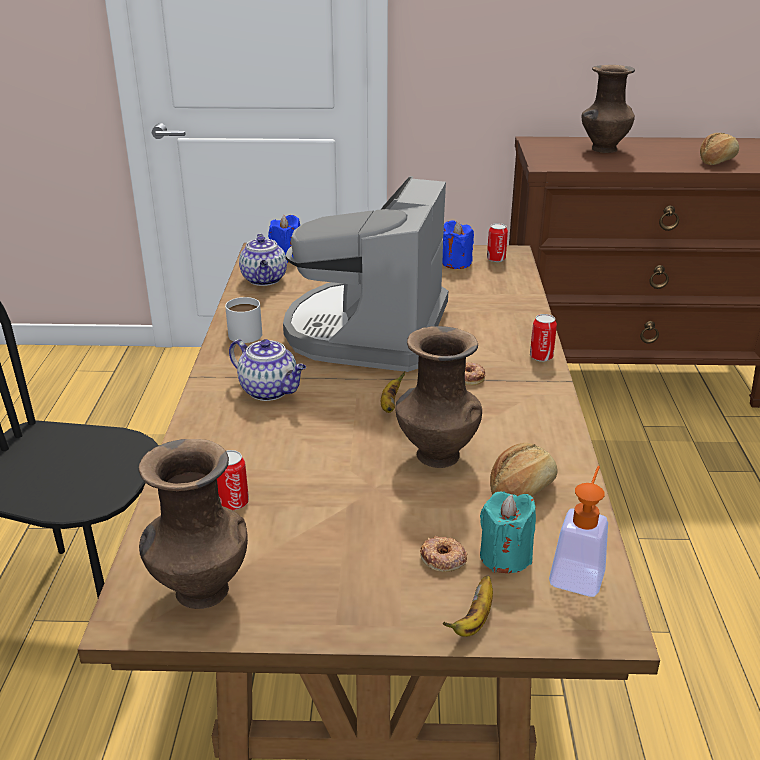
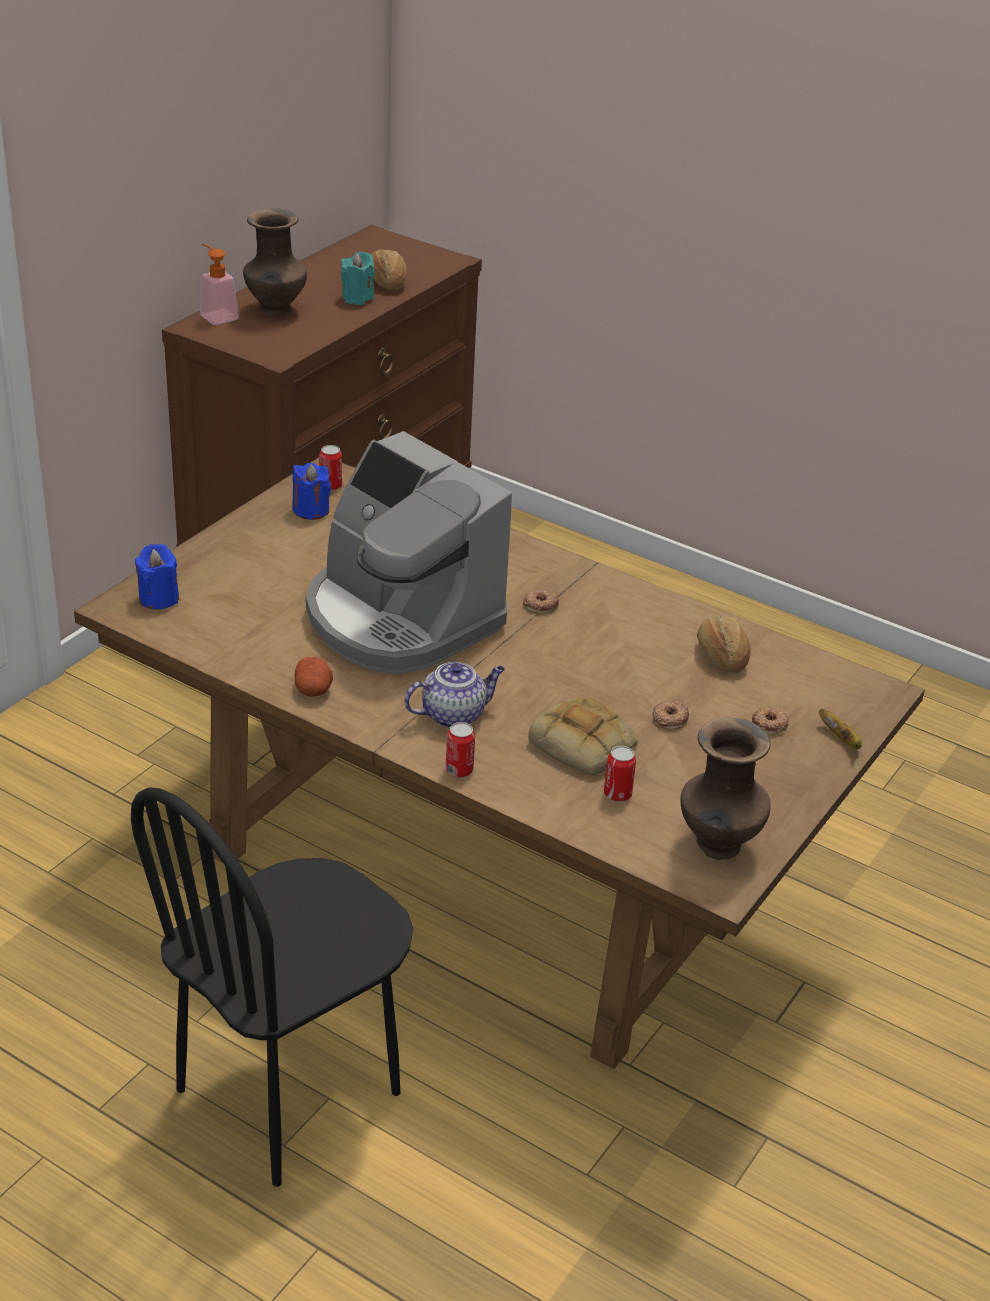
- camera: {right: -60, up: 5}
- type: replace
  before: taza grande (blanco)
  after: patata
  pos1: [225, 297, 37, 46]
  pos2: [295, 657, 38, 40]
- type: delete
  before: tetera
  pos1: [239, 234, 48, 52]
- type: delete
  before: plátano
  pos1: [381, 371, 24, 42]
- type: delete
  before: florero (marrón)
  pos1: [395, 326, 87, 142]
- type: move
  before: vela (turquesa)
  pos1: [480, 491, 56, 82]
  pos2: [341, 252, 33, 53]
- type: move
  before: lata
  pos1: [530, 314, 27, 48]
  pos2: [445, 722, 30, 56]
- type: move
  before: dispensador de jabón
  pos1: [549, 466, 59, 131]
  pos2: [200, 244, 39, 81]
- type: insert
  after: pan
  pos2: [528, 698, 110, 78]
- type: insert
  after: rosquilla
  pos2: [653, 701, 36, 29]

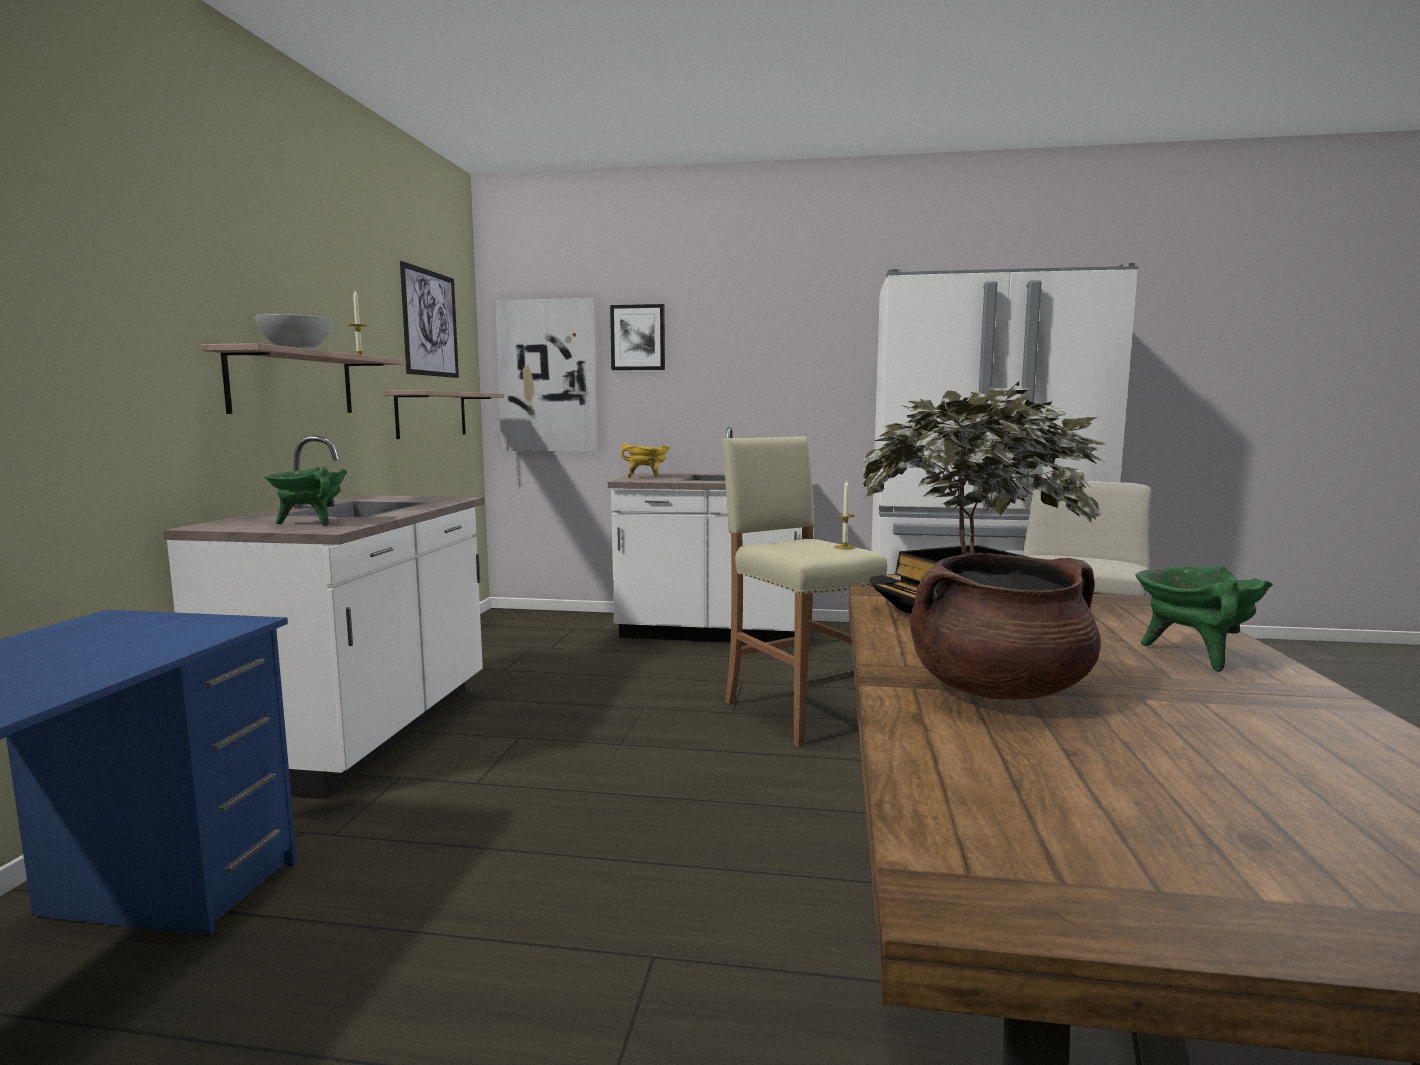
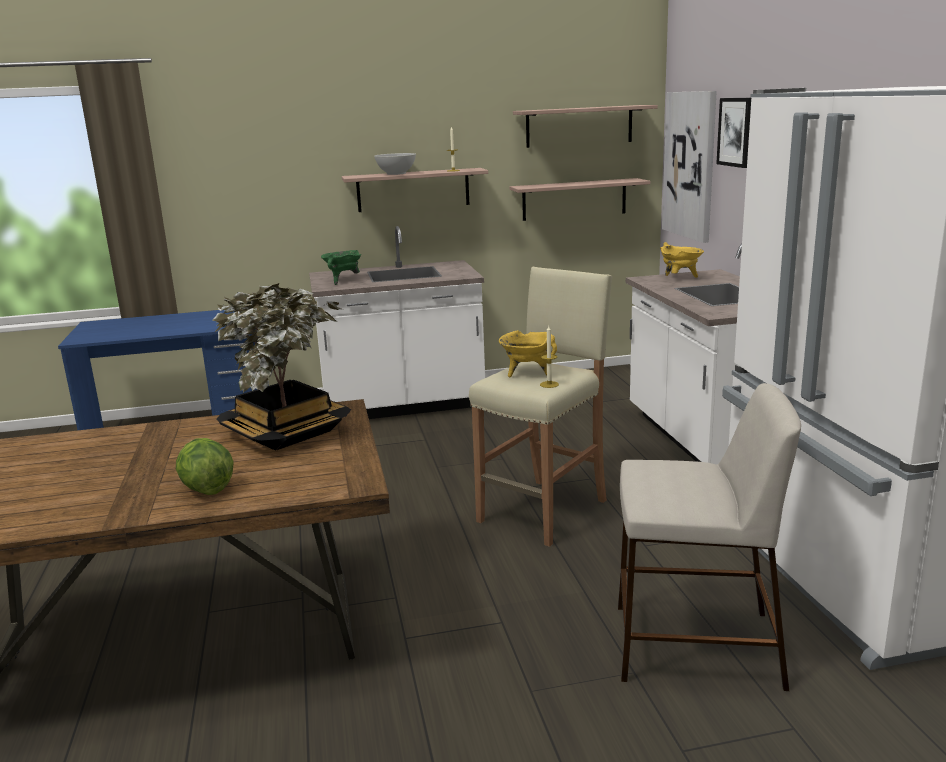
- camera: {right: 70, up: 10}
- type: replace
  before: cuadro
  after: estante
  pos1: [400, 261, 59, 117]
  pos2: [513, 105, 145, 43]
- type: delete
  before: olla (marrón)
  pos1: [910, 552, 191, 147]
- type: replace
  before: olla (verde)
  after: lechuga
  pos1: [1136, 566, 137, 106]
  pos2: [176, 438, 58, 57]
- type: insert
  after: olla (amarillo)
  pos2: [499, 330, 58, 47]

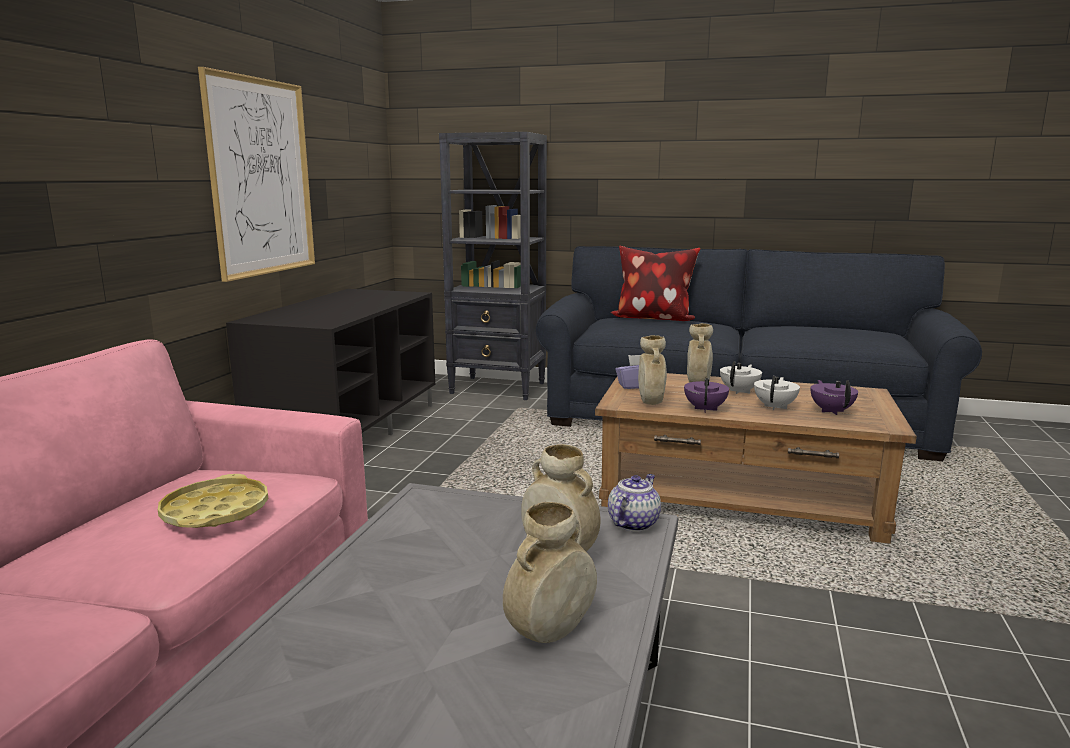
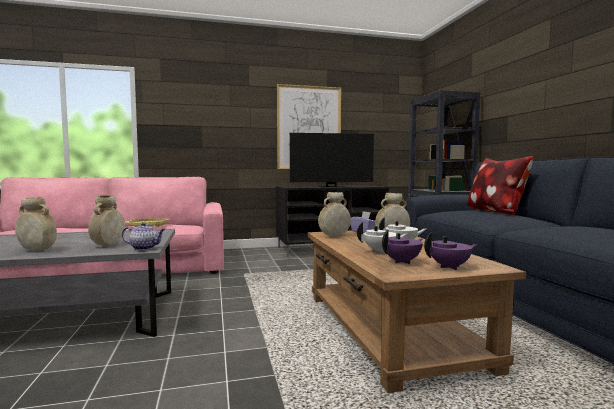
- camera: {right: 60, up: -10}
- type: move
  before: tetera (morado)
  pos1: [684, 378, 45, 35]
  pos2: [424, 232, 53, 38]
- type: insert
  after: televisor
  pos2: [290, 133, 84, 54]

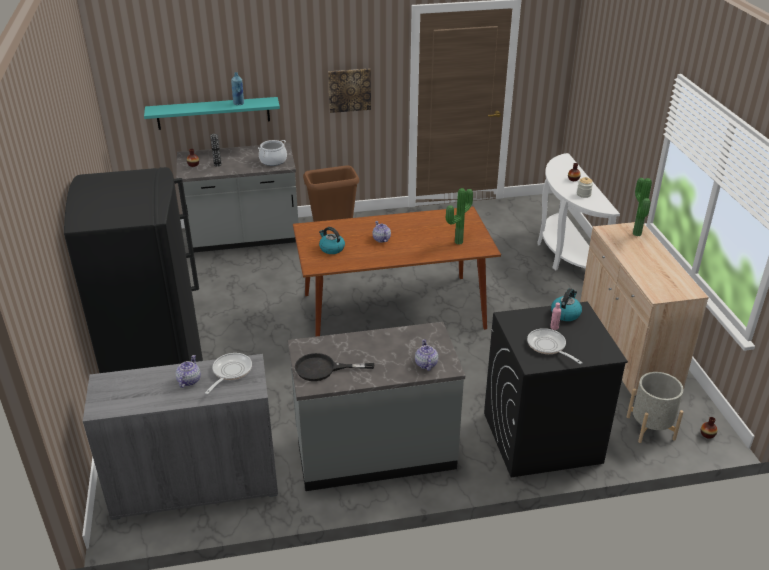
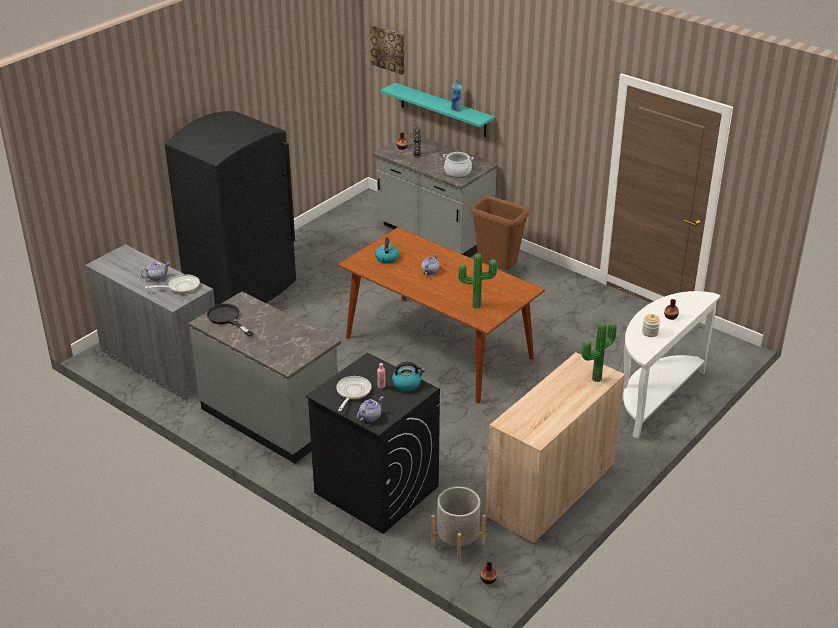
- camera: {right: 50, up: 0}
- type: move
  before: cuadro
  pos1: [328, 68, 43, 45]
  pos2: [370, 25, 34, 50]
- type: move
  before: tetera
  pos1: [415, 339, 23, 32]
  pos2: [357, 397, 27, 25]

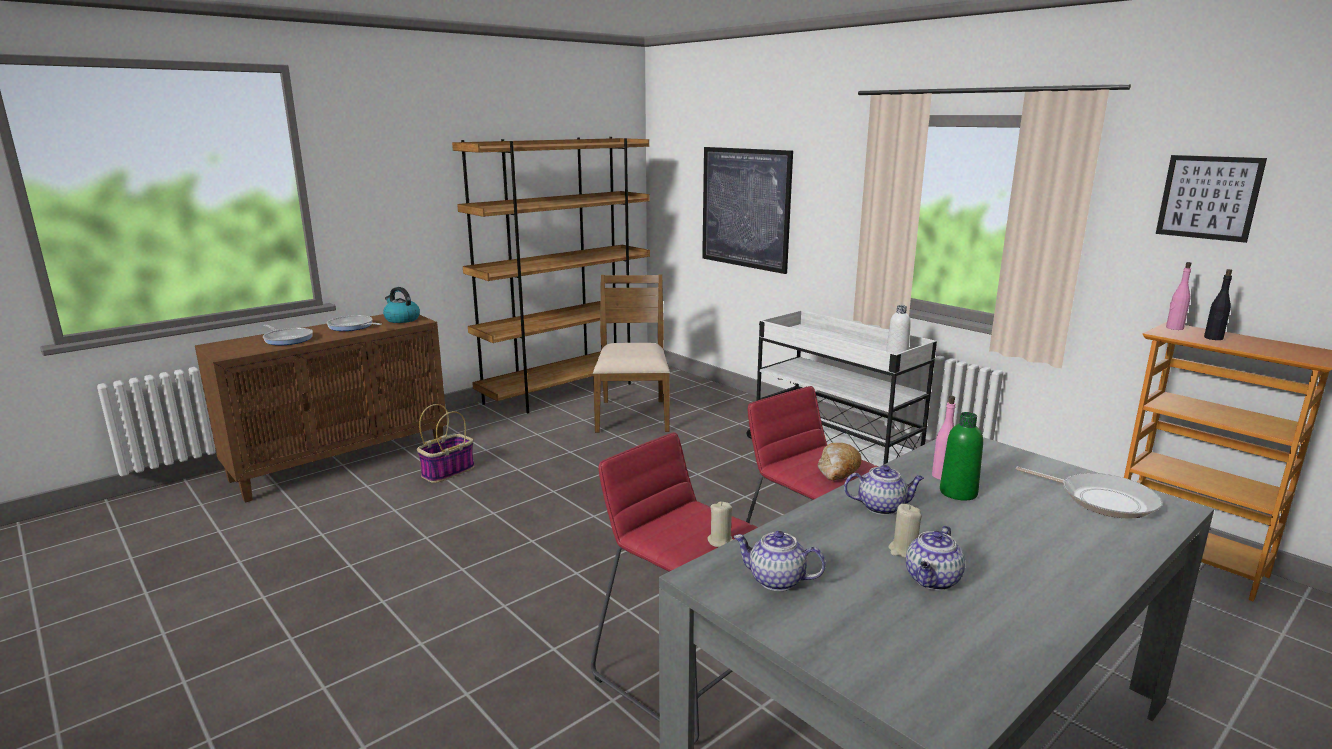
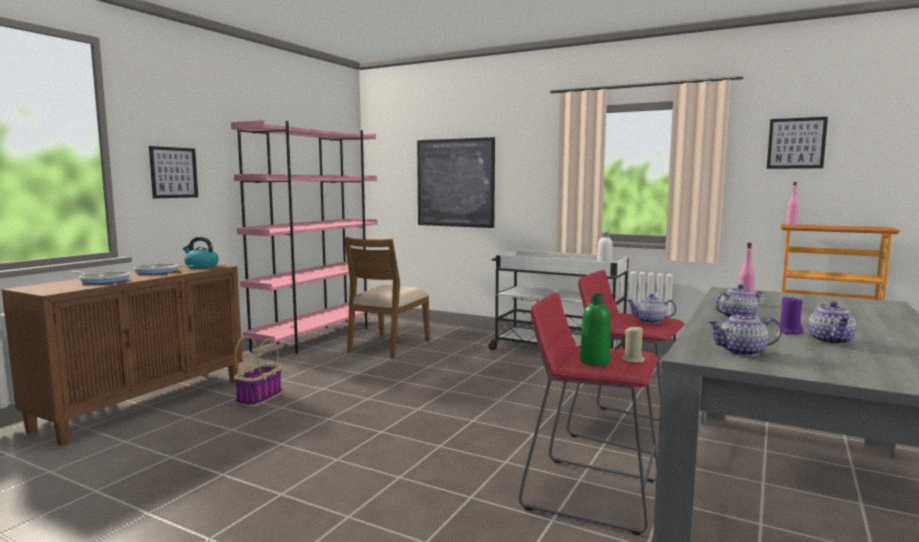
- camera: {right: -20, up: -10}
- type: recolor
  before: estantería (marrón)
  after: estantería (rosa)
  pos1: [452, 137, 198, 276]
  pos2: [231, 120, 147, 234]
- type: rotate
  before: silla (marrón)
  pos1: [593, 274, 77, 159]
  pos2: [344, 237, 86, 122]
  turn: -135
- type: replace
  before: pan
  after: tetera
  pos1: [818, 443, 44, 38]
  pos2: [627, 294, 50, 30]
- type: recolor
  before: vela (beis)
  after: vela (morado)
  pos1: [888, 504, 34, 54]
  pos2: [777, 295, 26, 40]
- type: move
  before: botella (verde)
  pos1: [940, 412, 43, 88]
  pos2: [580, 294, 30, 72]
- type: delete
  before: sartén
  pos1: [1016, 467, 146, 52]
- type: delete
  before: botella (negro)
  pos1: [1204, 269, 28, 71]
- type: insert
  after: cuadro
  pos2: [149, 146, 49, 52]

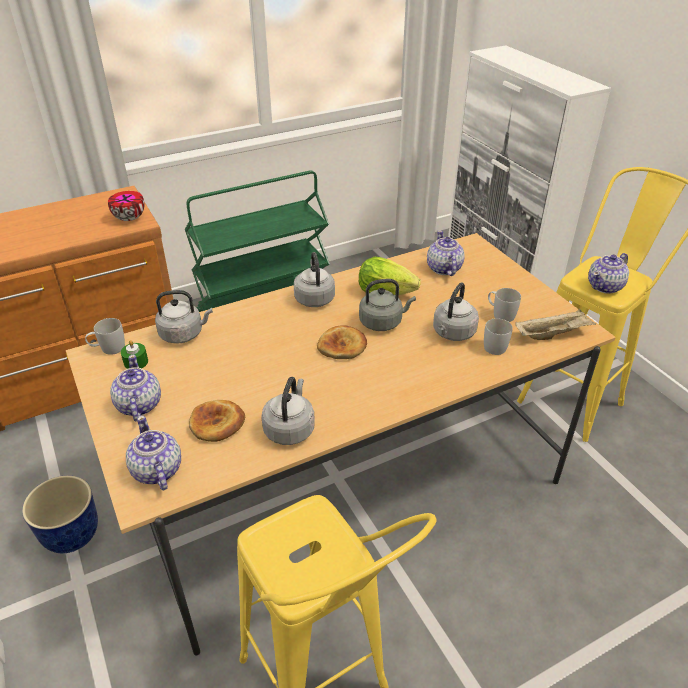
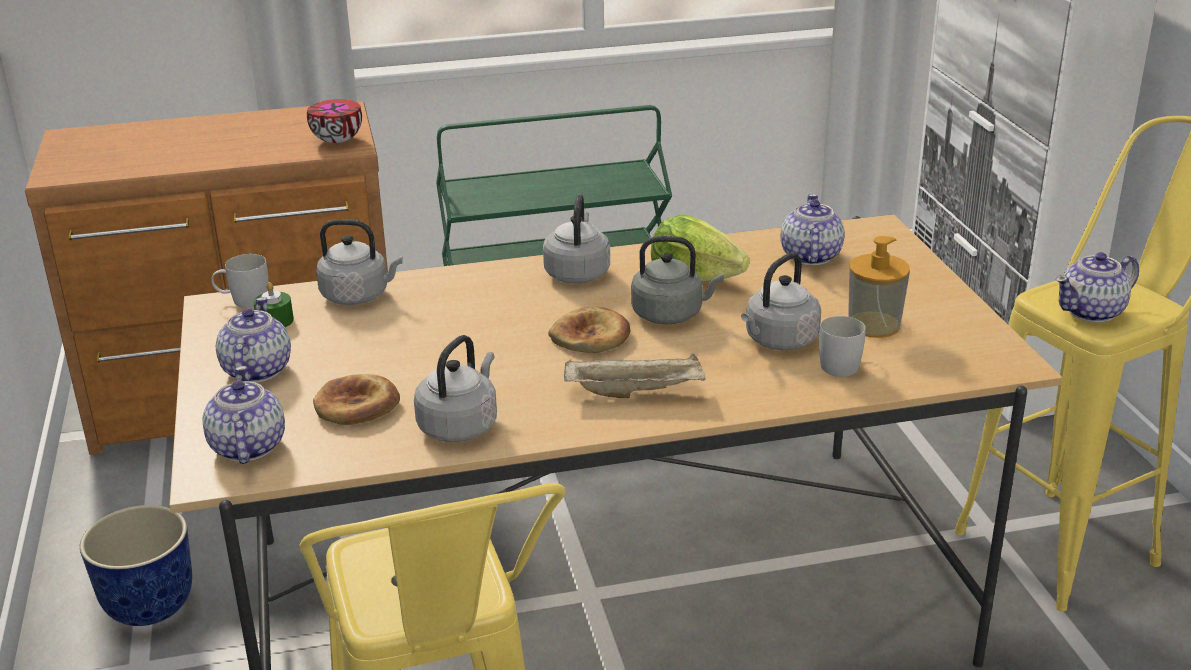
- camera: {right: 15, up: -10}
- type: replace
  before: taza grande (blanco)
  after: dispensador de jabón
  pos1: [488, 288, 33, 34]
  pos2: [848, 236, 62, 102]
- type: move
  before: bandeja (beis)
  pos1: [515, 309, 81, 31]
  pos2: [564, 353, 142, 45]

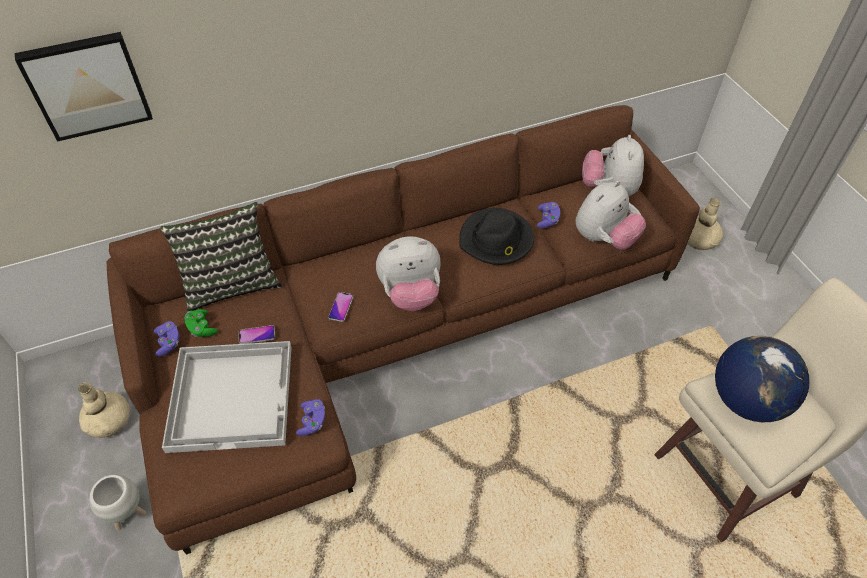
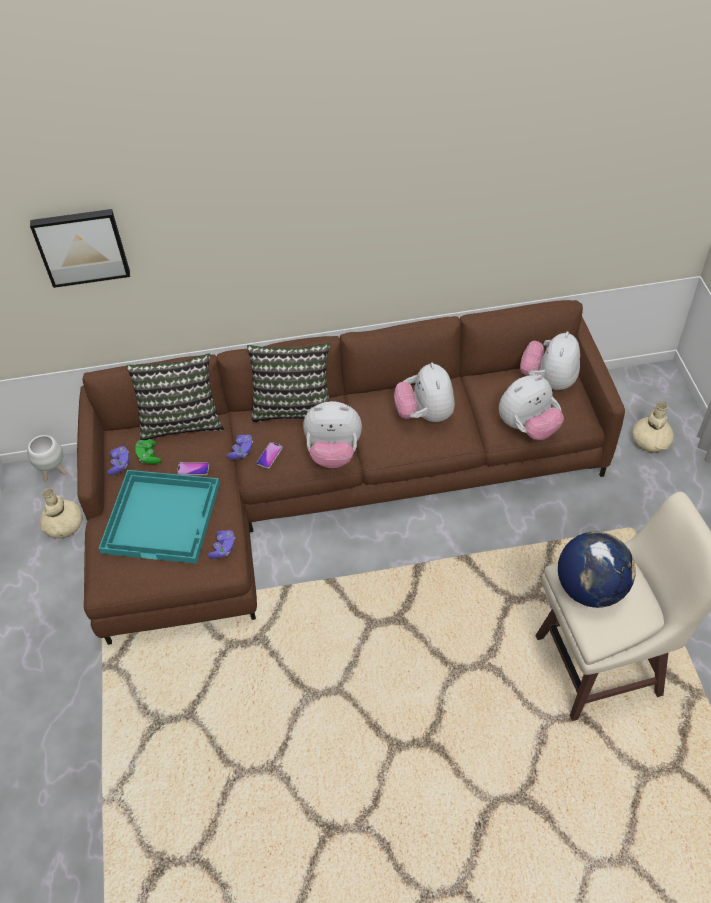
- camera: {right: 15, up: 0}
- type: move
  before: maceta (blanco)
  pos1: [89, 475, 57, 56]
  pos2: [27, 435, 40, 47]
- type: recolor
  before: bandeja (blanco)
  after: bandeja (turquesa)
  pos1: [162, 341, 130, 112]
  pos2: [99, 470, 121, 94]
- type: replace
  before: sombrero (negro)
  after: peluche
  pos1: [459, 208, 75, 57]
  pos2: [394, 362, 61, 60]
- type: move
  before: mando de consola (morado)
  pos1: [537, 202, 23, 26]
  pos2: [226, 435, 27, 25]
- type: insert
  after: cojín
  pos2: [247, 343, 83, 80]

